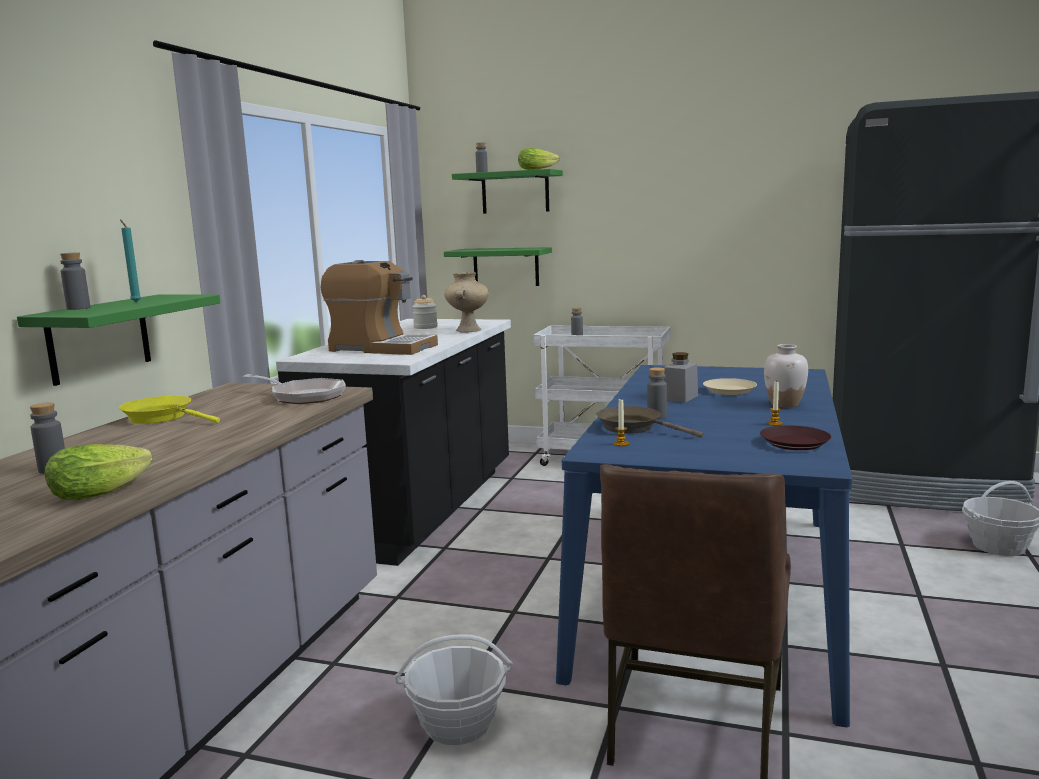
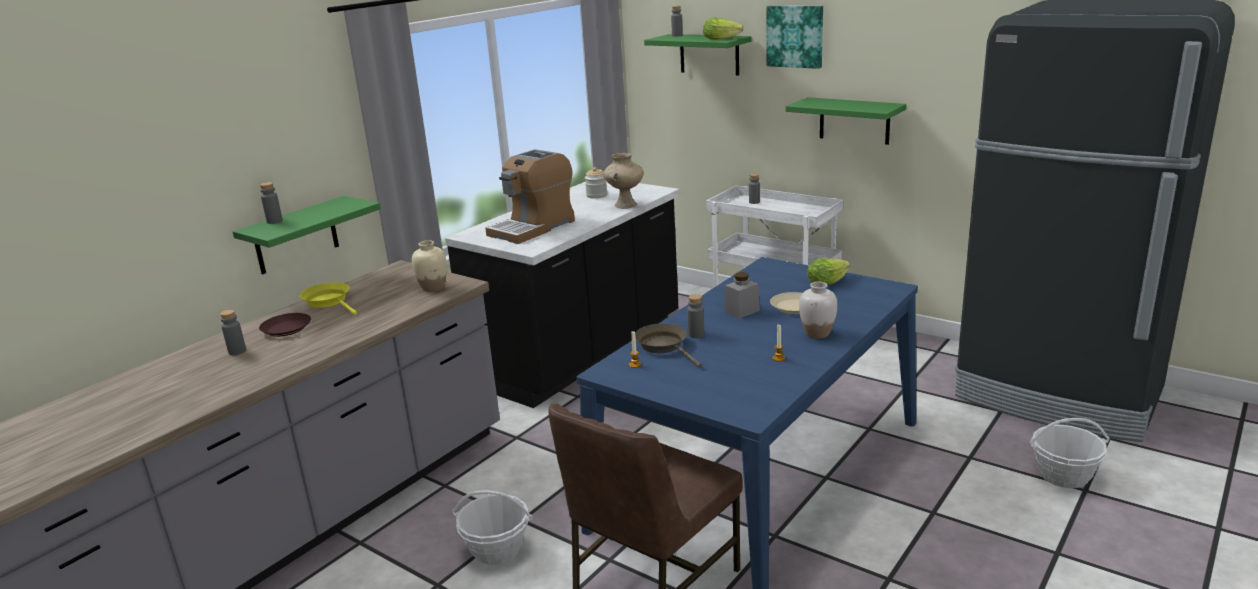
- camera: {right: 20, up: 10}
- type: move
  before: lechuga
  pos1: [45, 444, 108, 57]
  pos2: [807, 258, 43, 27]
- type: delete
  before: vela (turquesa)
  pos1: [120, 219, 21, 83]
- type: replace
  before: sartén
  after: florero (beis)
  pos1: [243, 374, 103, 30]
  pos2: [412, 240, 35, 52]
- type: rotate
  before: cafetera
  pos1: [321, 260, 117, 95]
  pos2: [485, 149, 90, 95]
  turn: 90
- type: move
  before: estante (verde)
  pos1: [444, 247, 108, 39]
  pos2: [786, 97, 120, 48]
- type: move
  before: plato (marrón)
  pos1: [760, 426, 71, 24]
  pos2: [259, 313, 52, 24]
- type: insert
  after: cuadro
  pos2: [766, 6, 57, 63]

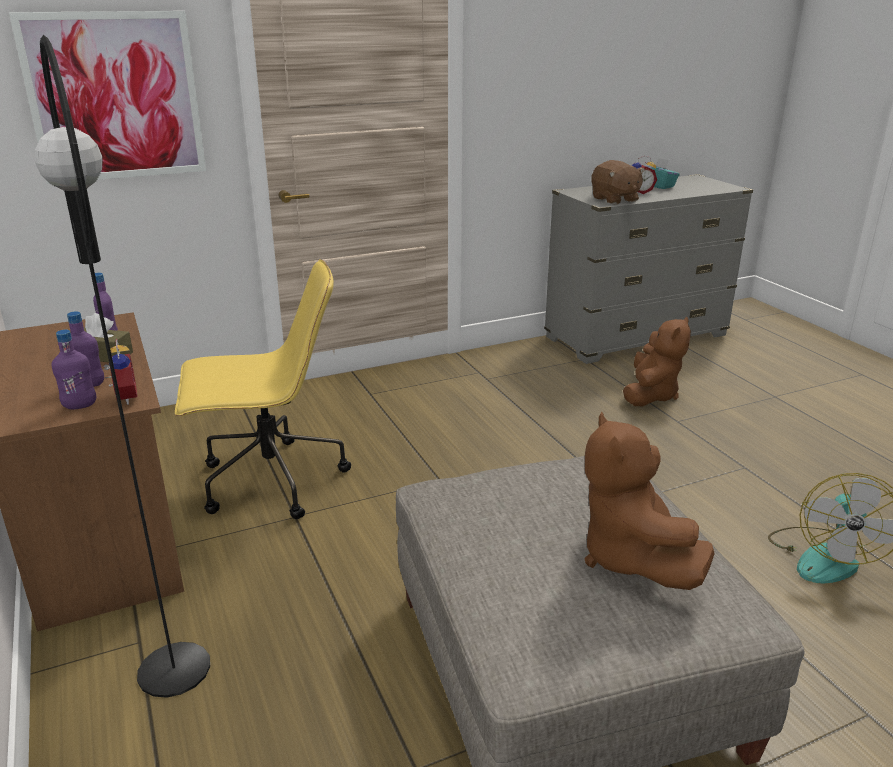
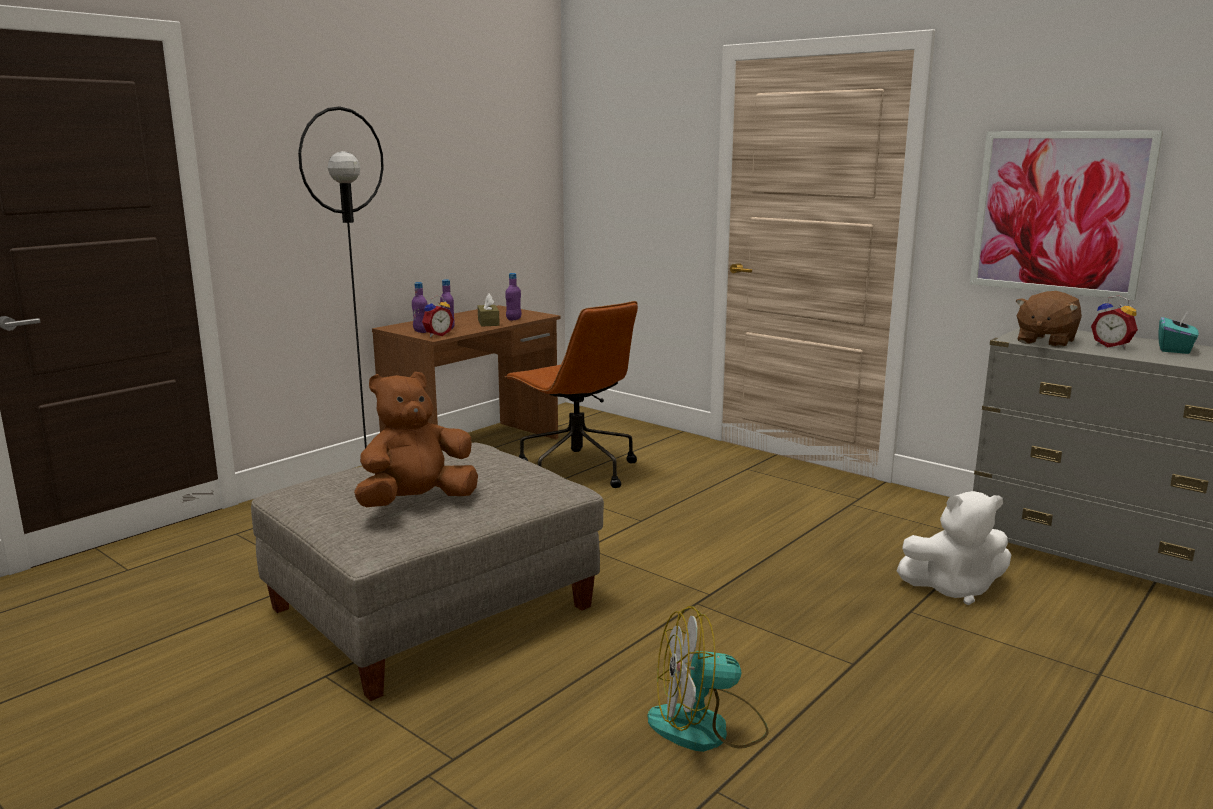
- camera: {right: 65, up: -10}
- type: move
  before: cuadro
  pos1: [9, 11, 197, 173]
  pos2: [970, 131, 193, 169]
- type: recolor
  before: silla de oficina (amarillo)
  after: silla de oficina (marrón)
  pos1: [175, 259, 176, 260]
  pos2: [505, 301, 133, 187]
- type: recolor
  before: peluche (marrón)
  after: peluche (blanco)
  pos1: [623, 317, 68, 89]
  pos2: [896, 491, 115, 114]

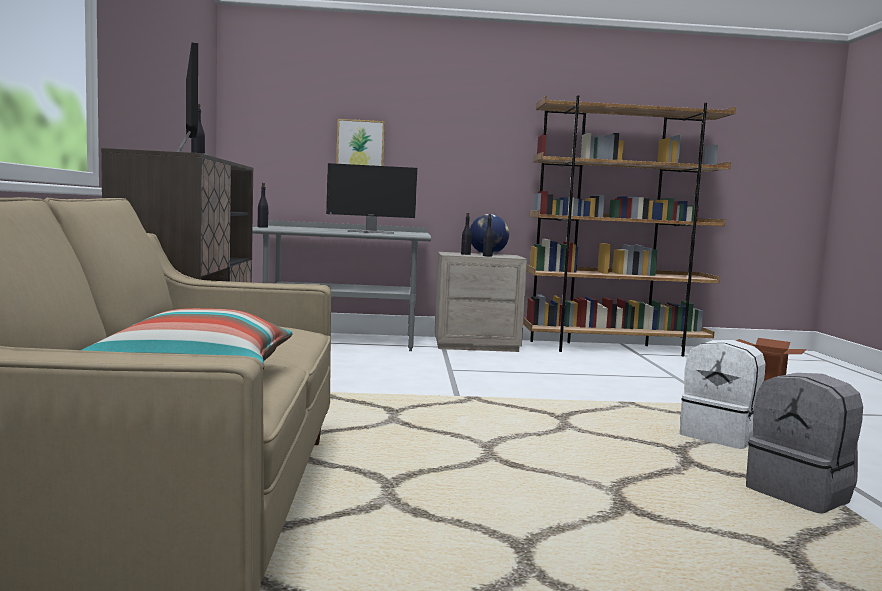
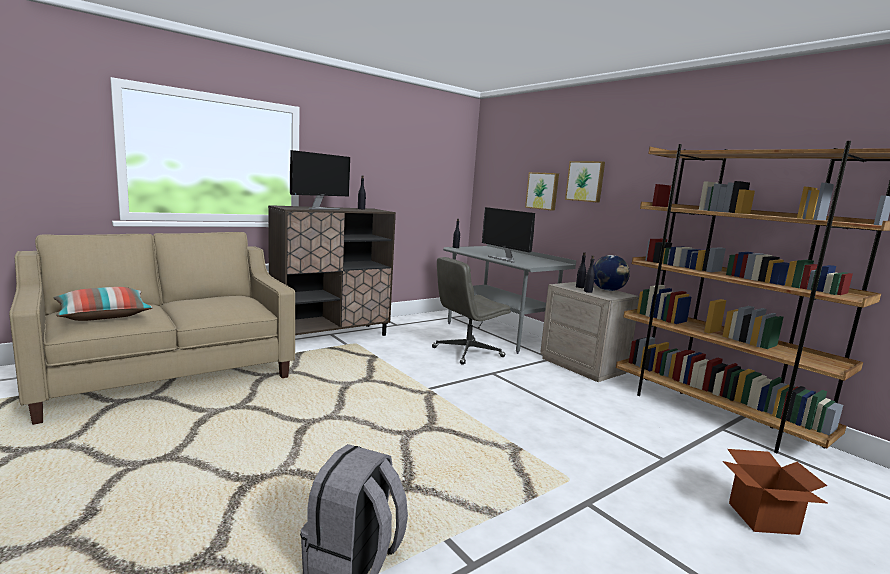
- camera: {right: 55, up: 5}
- type: delete
  before: mochila (blanco)
  pos1: [680, 340, 85, 109]
- type: insert
  after: silla de oficina (gris)
  pos2: [432, 257, 79, 108]
- type: insert
  after: cuadro
  pos2: [565, 161, 40, 42]

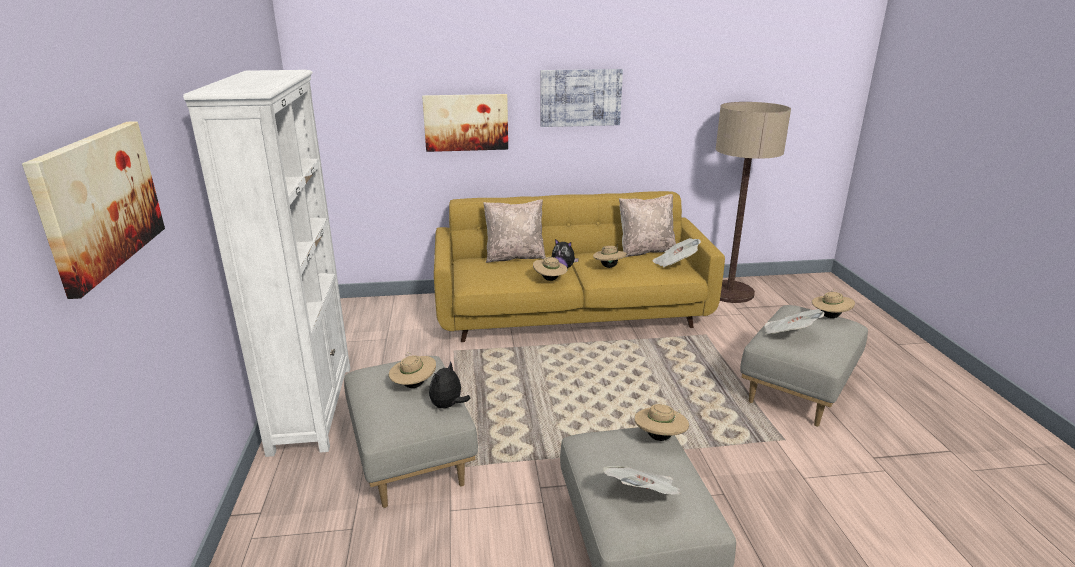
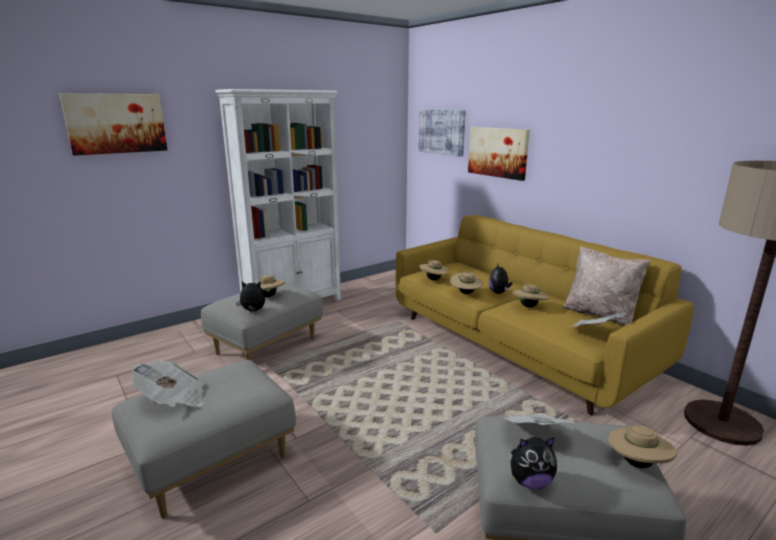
- camera: {right: 60, up: -5}
- type: delete
  before: cojín (beis)
  pos1: [483, 200, 62, 63]
- type: move
  before: cuadro
  pos1: [540, 69, 83, 58]
  pos2: [418, 110, 48, 47]
- type: move
  before: sombrero (beis)
  pos1: [634, 404, 55, 37]
  pos2: [419, 260, 30, 20]
- type: insert
  after: peluche
  pos2: [511, 437, 46, 52]

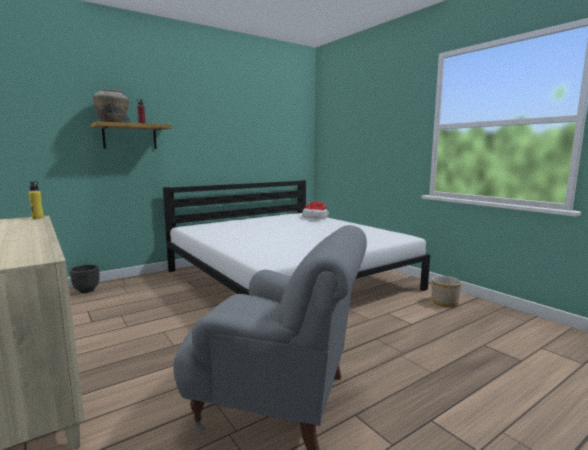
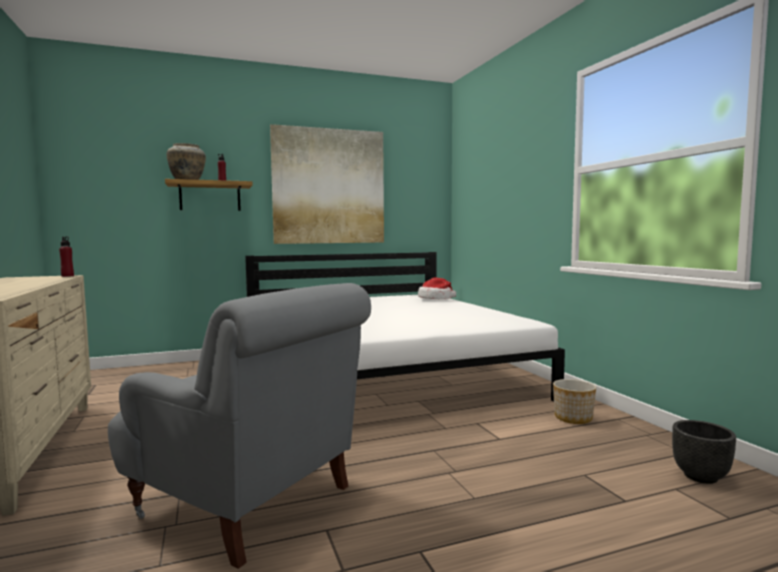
- camera: {right: 15, up: -5}
- type: recolor
  before: botella (amarillo)
  after: botella (rojo)
  pos1: [29, 181, 15, 38]
  pos2: [59, 236, 15, 41]
- type: move
  before: maceta (negro)
  pos1: [70, 264, 30, 29]
  pos2: [672, 420, 64, 64]
- type: insert
  after: cuadro
  pos2: [270, 124, 114, 120]

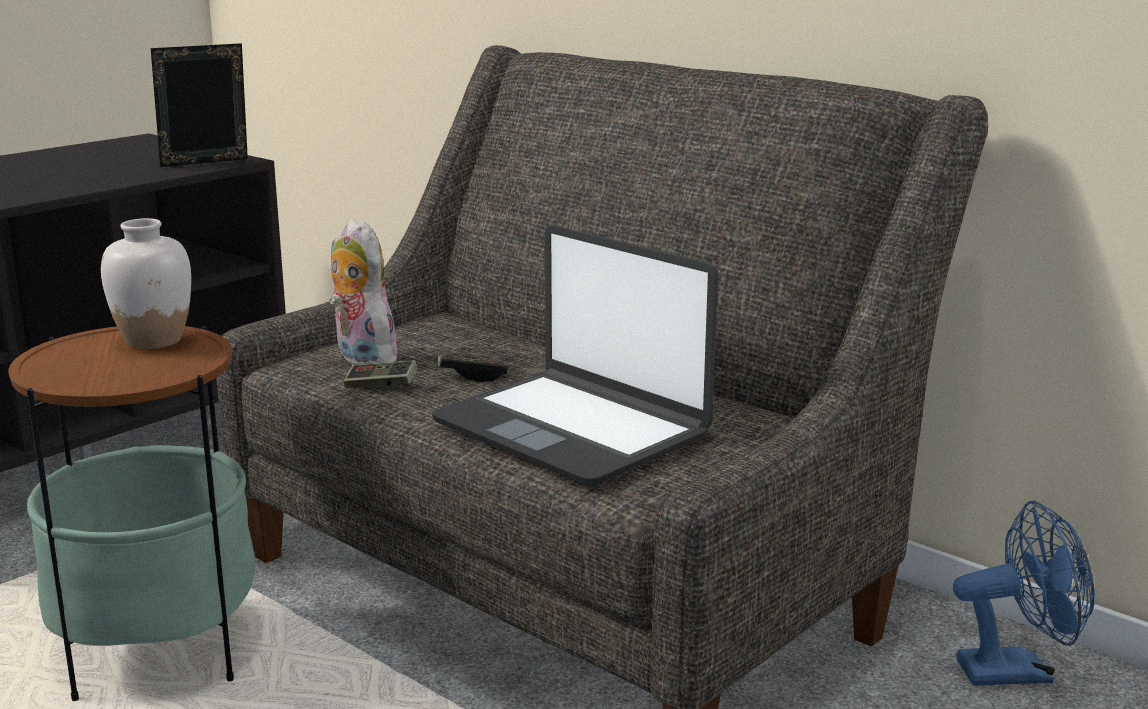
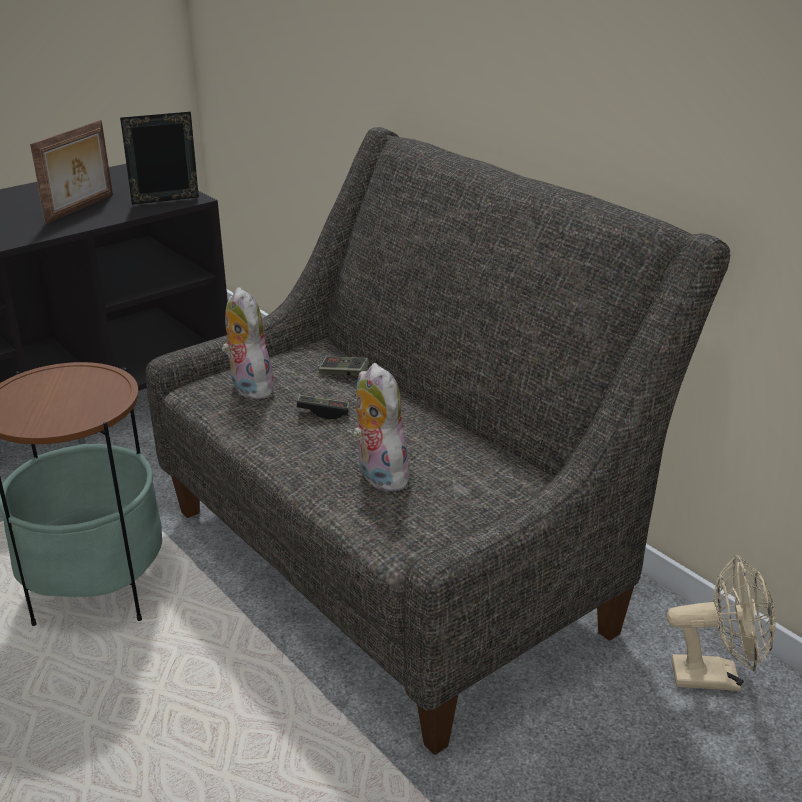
- camera: {right: 10, up: 10}
- type: delete
  before: florero (blanco)
  pos1: [101, 218, 90, 131]
- type: move
  before: mando de consola
  pos1: [343, 360, 75, 29]
  pos2: [318, 356, 52, 20]
- type: replace
  before: portátil
  after: peluche
  pos1: [431, 225, 287, 260]
  pos2: [353, 363, 57, 128]
- type: recolor
  before: ventilador (azul)
  after: ventilador (beis)
  pos1: [953, 501, 142, 185]
  pos2: [667, 555, 108, 136]
- type: insert
  after: portarretratos
  pos2: [30, 120, 83, 104]

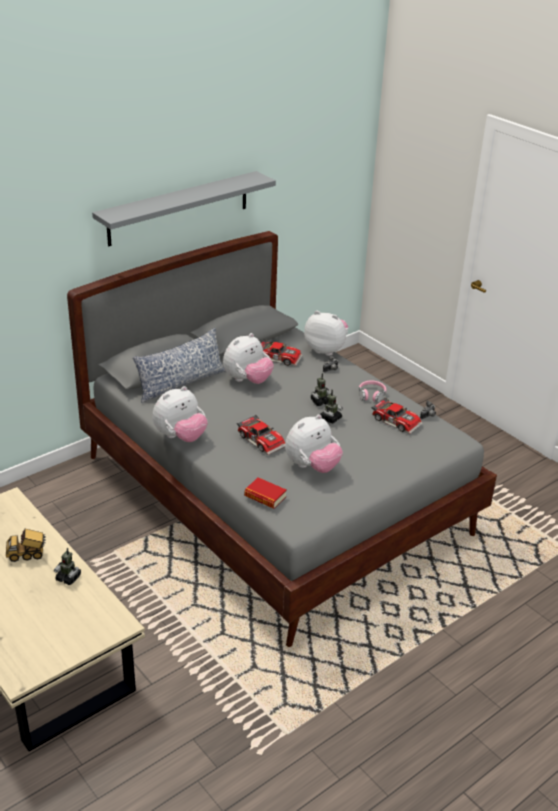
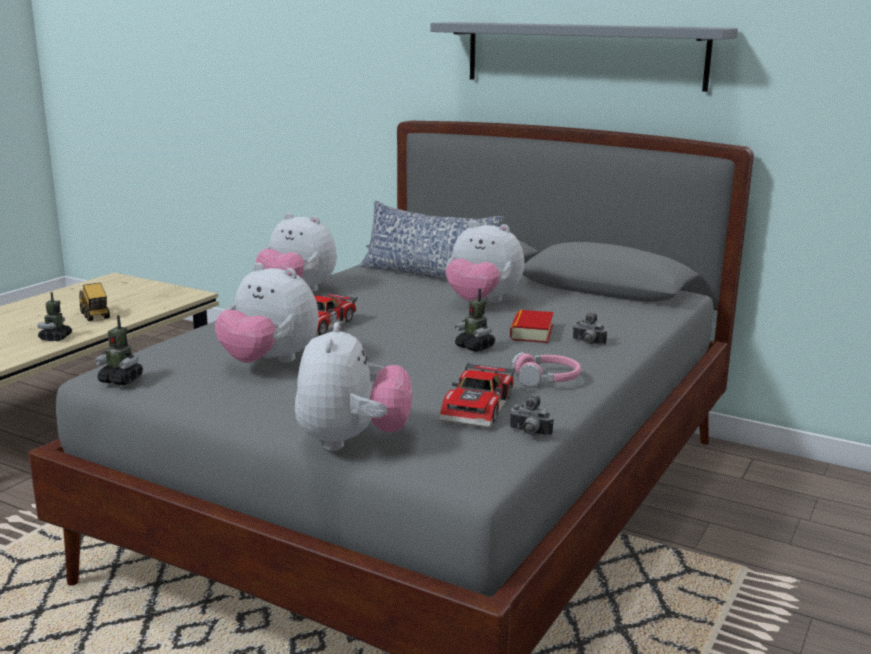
- camera: {right: 70, up: -15}
- type: move
  before: libro
  pos1: [244, 477, 43, 32]
  pos2: [510, 310, 43, 33]
- type: delete
  before: coche de juguete
  pos1: [261, 339, 42, 27]
- type: move
  before: peluche
  pos1: [304, 311, 44, 45]
  pos2: [295, 322, 117, 129]
- type: move
  before: robot de juguete
  pos1: [320, 390, 23, 33]
  pos2: [94, 315, 49, 70]

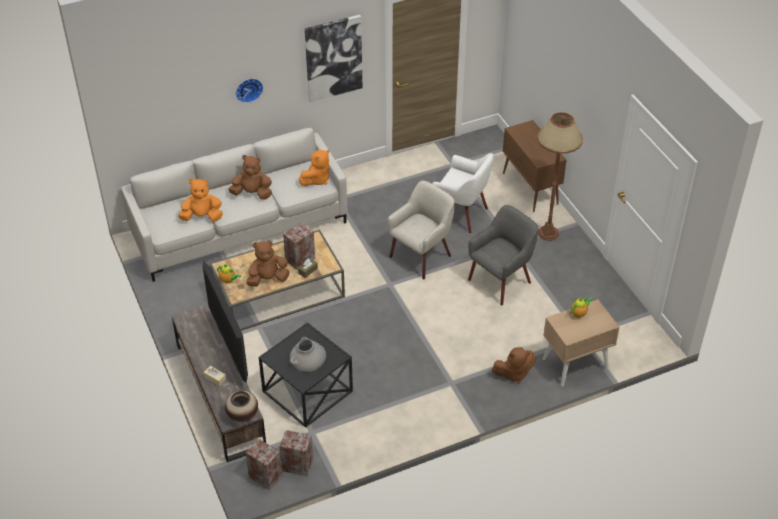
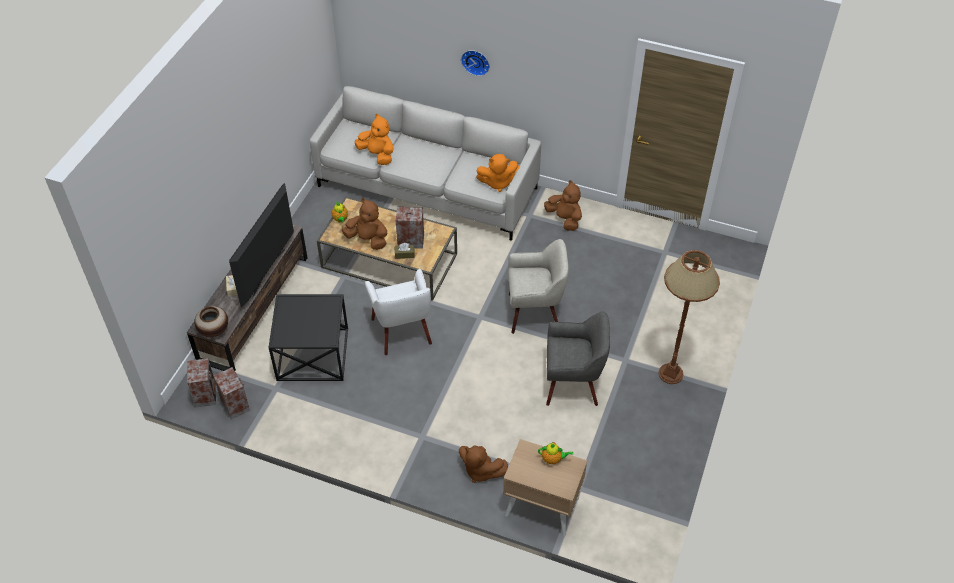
- camera: {right: 45, up: 5}
- type: move
  before: peluche (marrón)
  pos1: [228, 155, 44, 45]
  pos2: [544, 180, 38, 51]
- type: delete
  before: florero (gris)
  pos1: [289, 337, 37, 35]
- type: delete
  before: cuadro
  pos1: [305, 15, 57, 87]
- type: move
  before: sillón (blanco)
  pos1: [432, 153, 61, 80]
  pos2: [365, 269, 67, 86]
- type: delete
  before: armario (marrón)
  pos1: [503, 120, 63, 92]

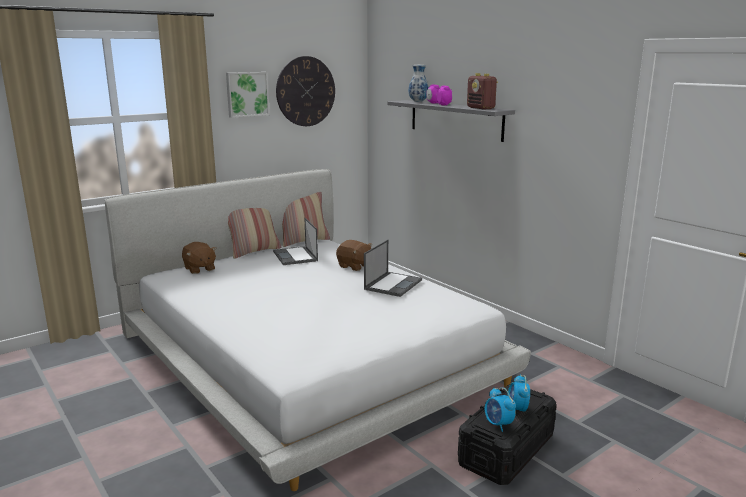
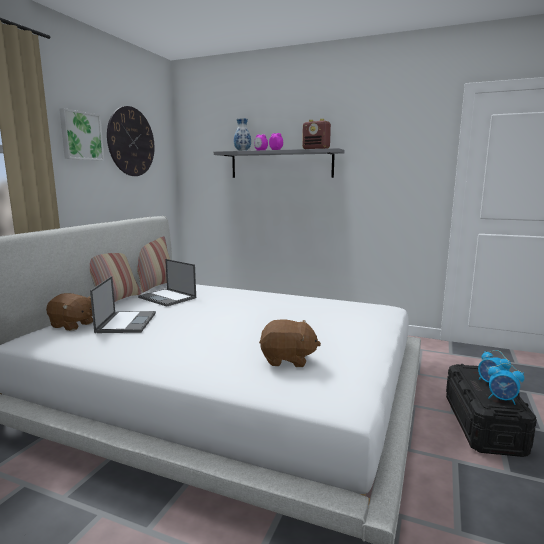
- camera: {right: -30, up: -5}
- type: move
  before: peluche (marrón)
  pos1: [336, 240, 36, 31]
  pos2: [259, 320, 62, 47]
- type: move
  before: portátil
  pos1: [364, 240, 58, 57]
  pos2: [90, 276, 66, 57]

